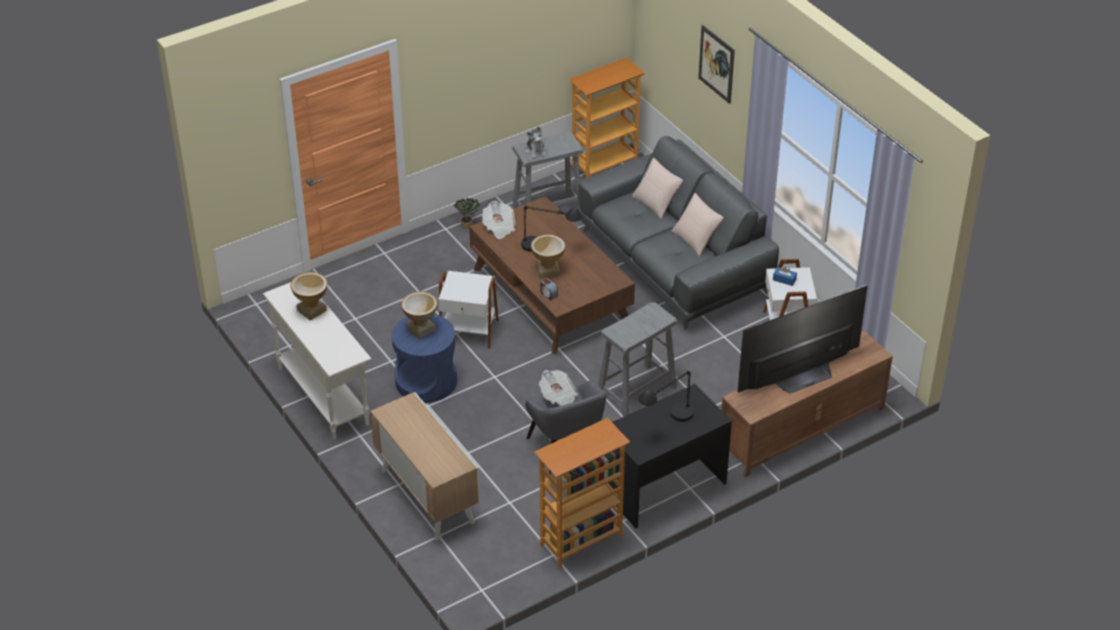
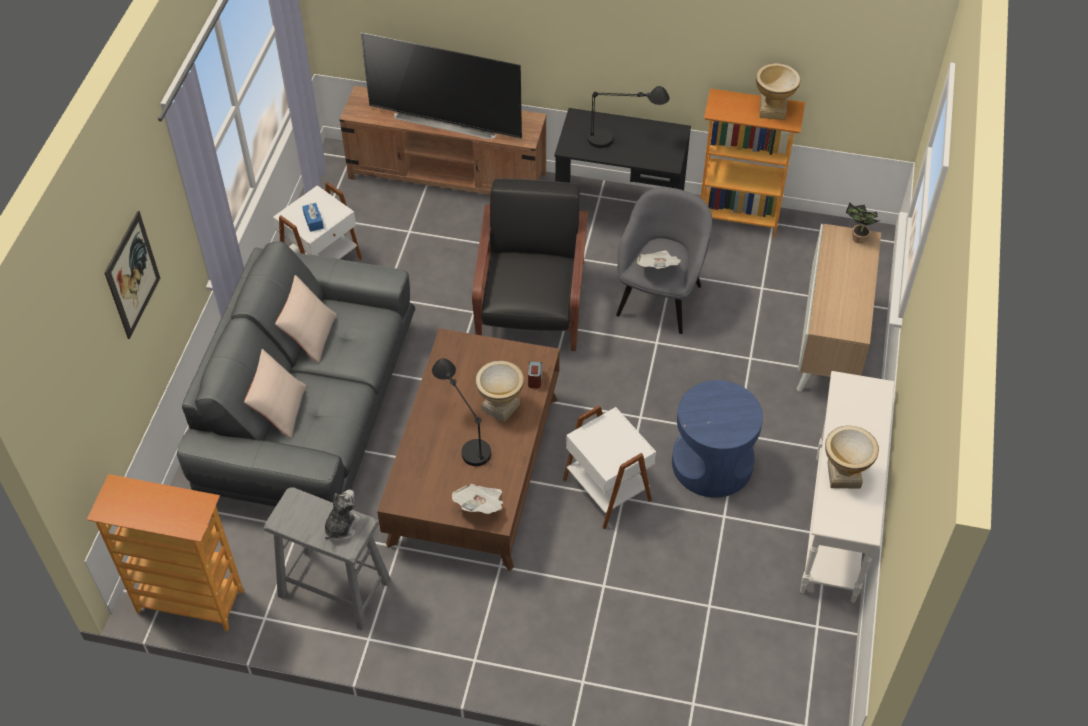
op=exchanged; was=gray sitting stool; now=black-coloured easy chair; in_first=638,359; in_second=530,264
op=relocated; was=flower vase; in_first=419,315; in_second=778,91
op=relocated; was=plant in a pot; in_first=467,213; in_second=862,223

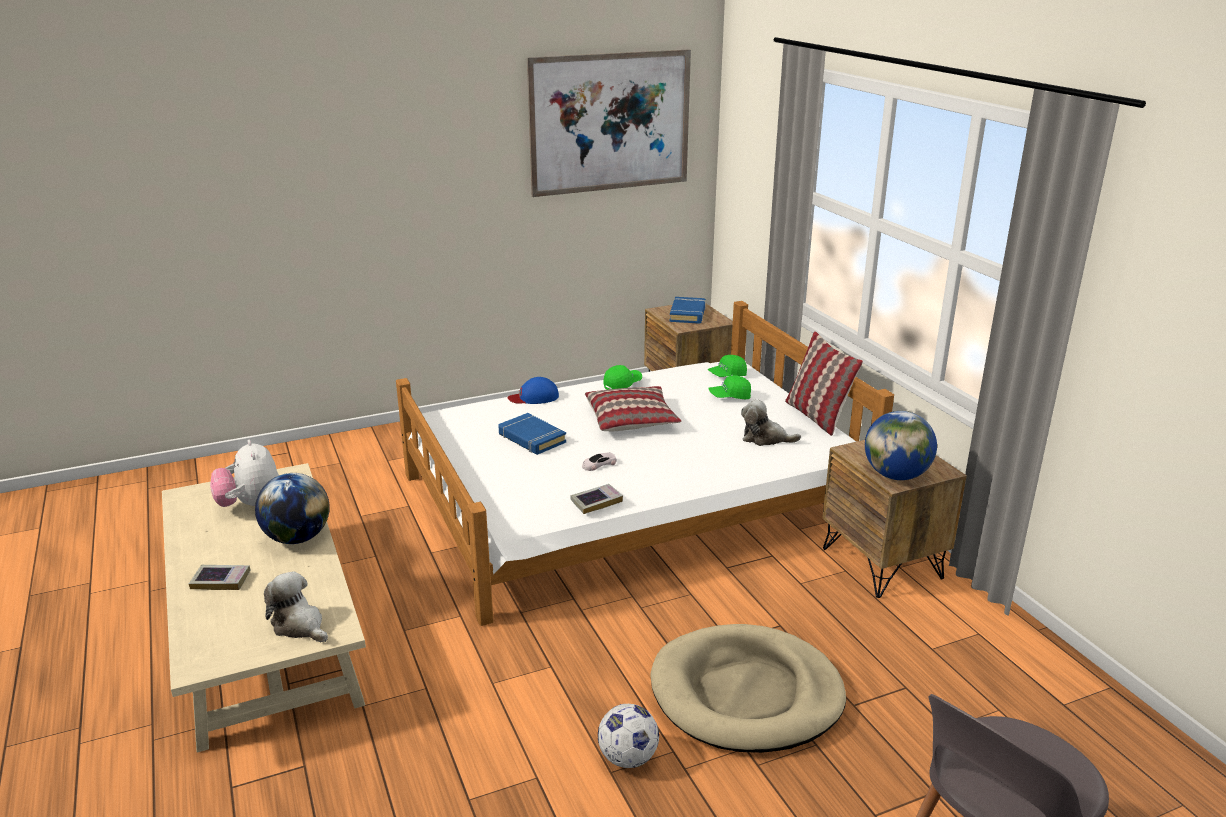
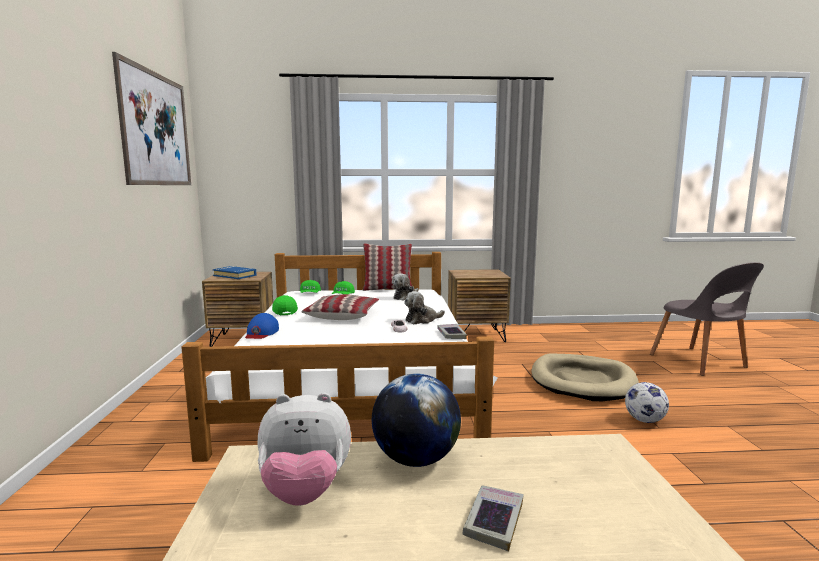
op=relocated; was=soft toy; in_first=296,606; in_second=424,307
op=missing; was=blue book; in_first=532,434
op=missing; was=desk globe; in_first=901,445

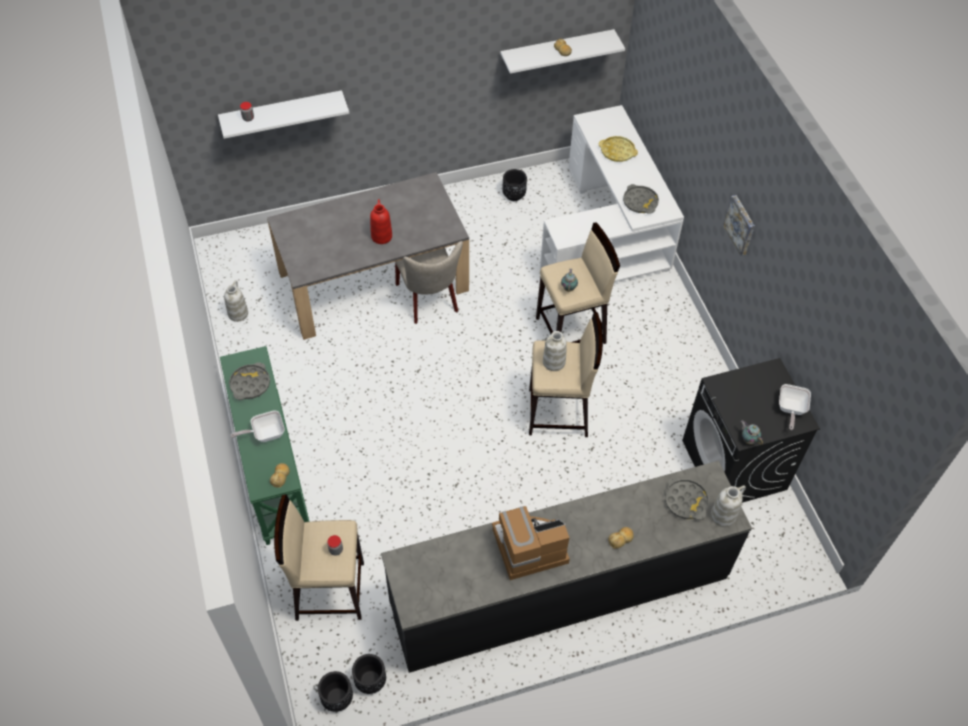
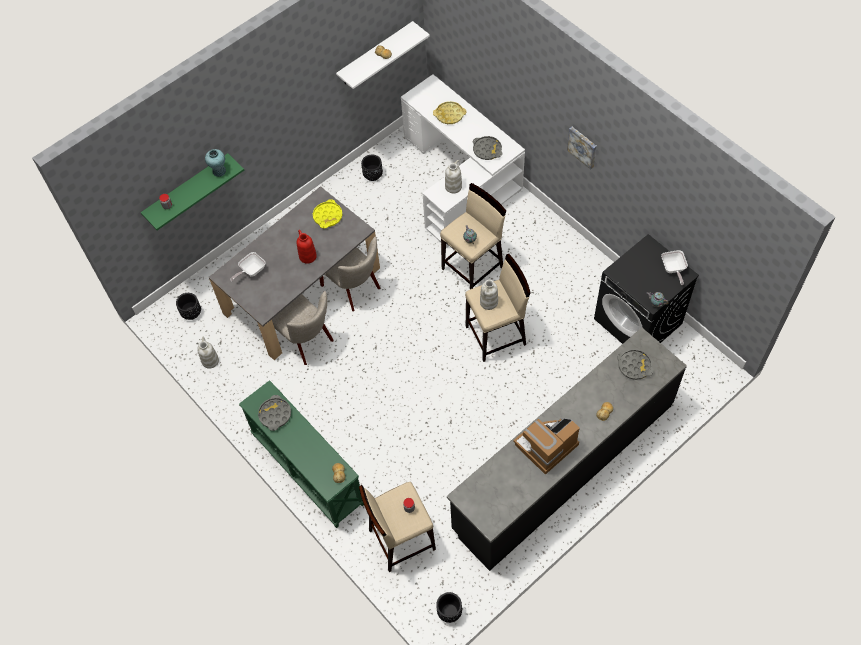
op=colour; was=whitish bracket shelf; now=green bracket shelf; in_first=283,114; in_second=192,191
op=relocated; was=black-coloured flower pot; in_first=369,674; in_second=188,306
op=appeared; now=blue-green flower vase; in_second=215,163
op=relocated; was=pan; in_first=258,426; in_second=248,266
op=appeared; now=beige-coloured upright chair; in_second=302,328
op=appeared; now=yellow-coloured serving tray; in_second=328,213
op=relocated; was=whitish flower vase; in_first=728,506; in_second=453,177

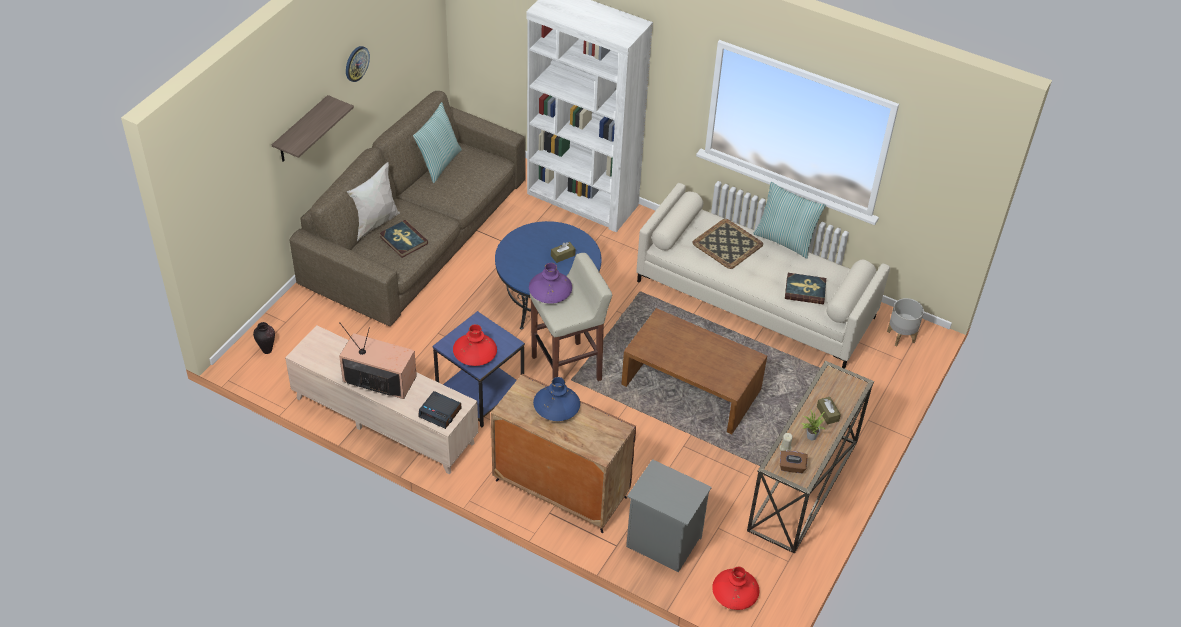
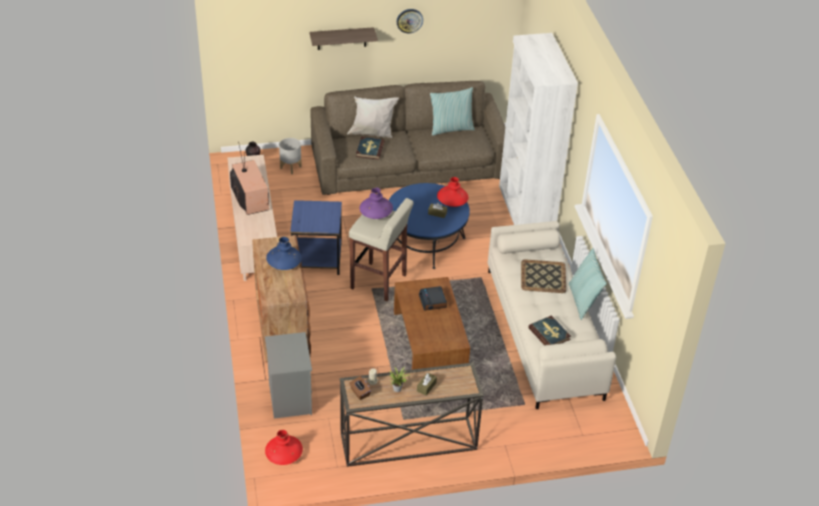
op=relocated; was=gray flower pot; in_first=905,322; in_second=290,156
op=relocated; was=bedside clock; in_first=439,410; in_second=433,298
op=relocated; was=red flower vase; in_first=475,345; in_second=453,192

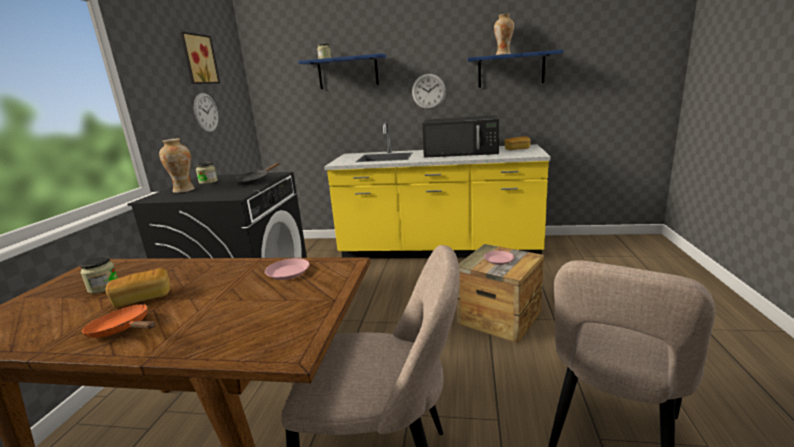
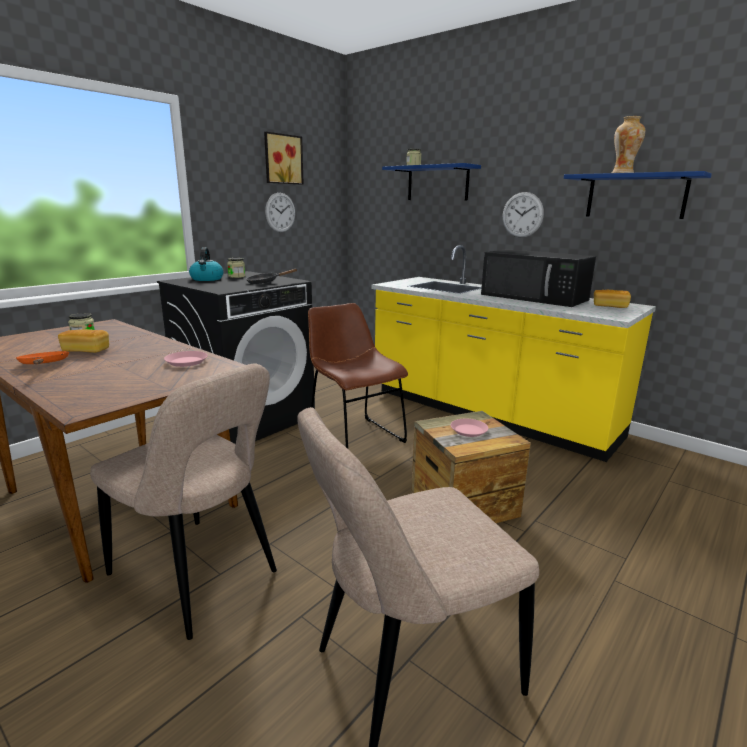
op=exchanged; was=flower vase; now=tea kettle; in_first=177,165; in_second=206,264
op=appeared; now=brownish upright chair; in_second=358,376

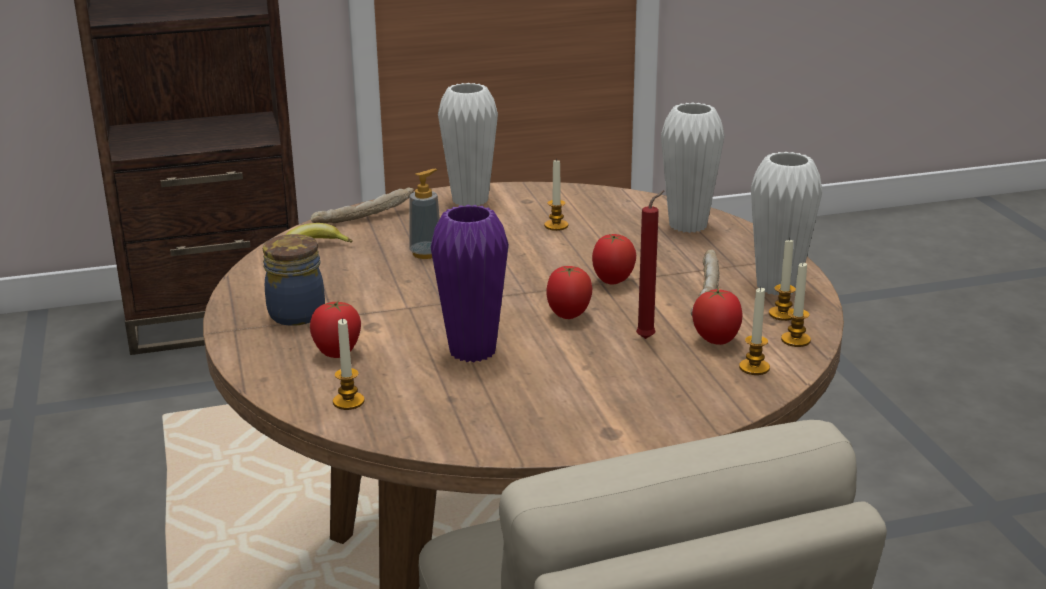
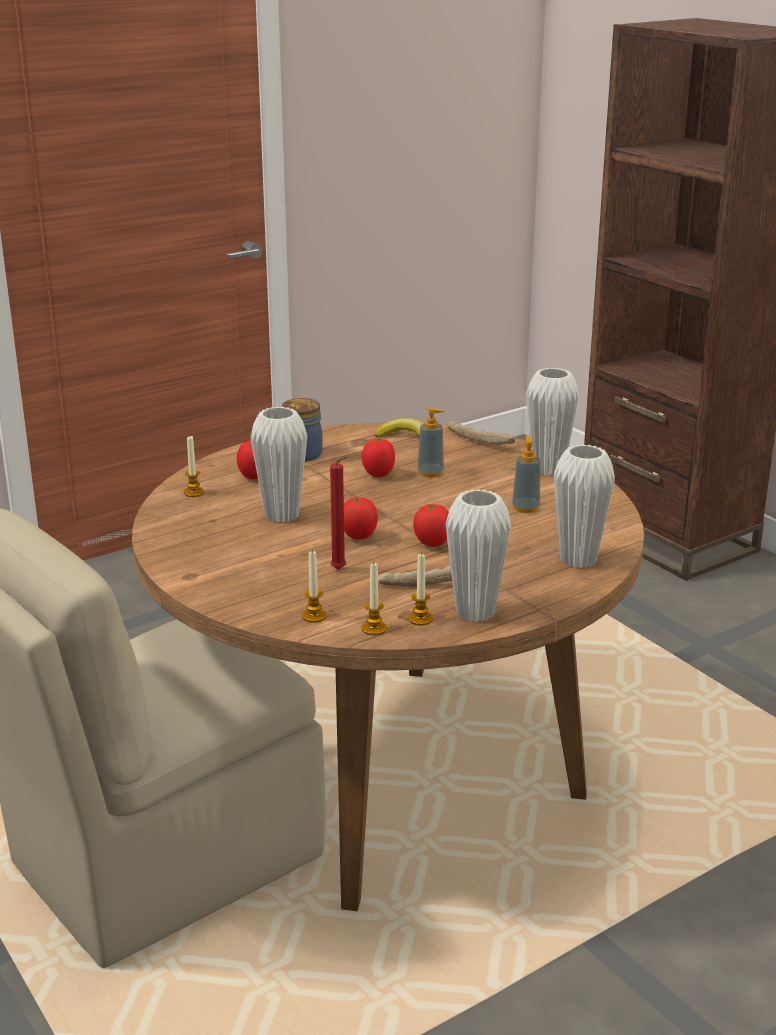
op=colour; was=purplish flower vase; now=whitish flower vase; in_first=470,283; in_second=278,465
op=relocated; was=fresh tomato; in_first=717,316; in_second=378,457
op=exchanged; was=wax candle; now=soap dispenser; in_first=556,194; in_second=526,474

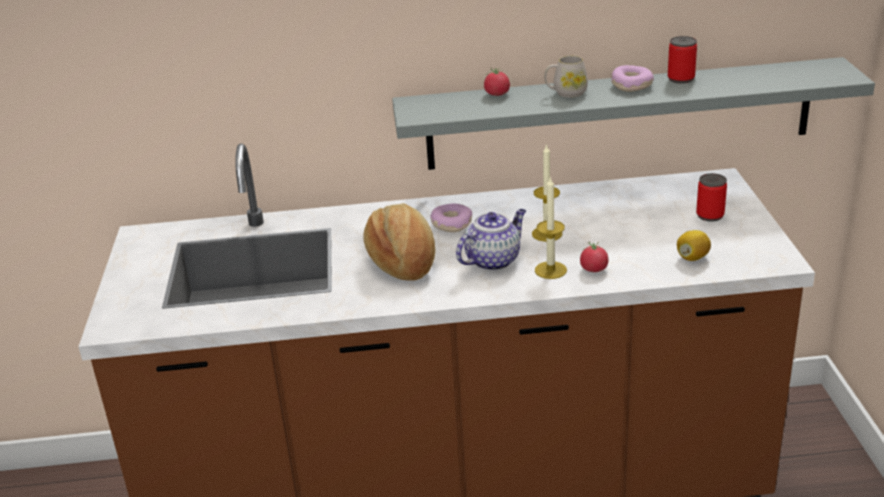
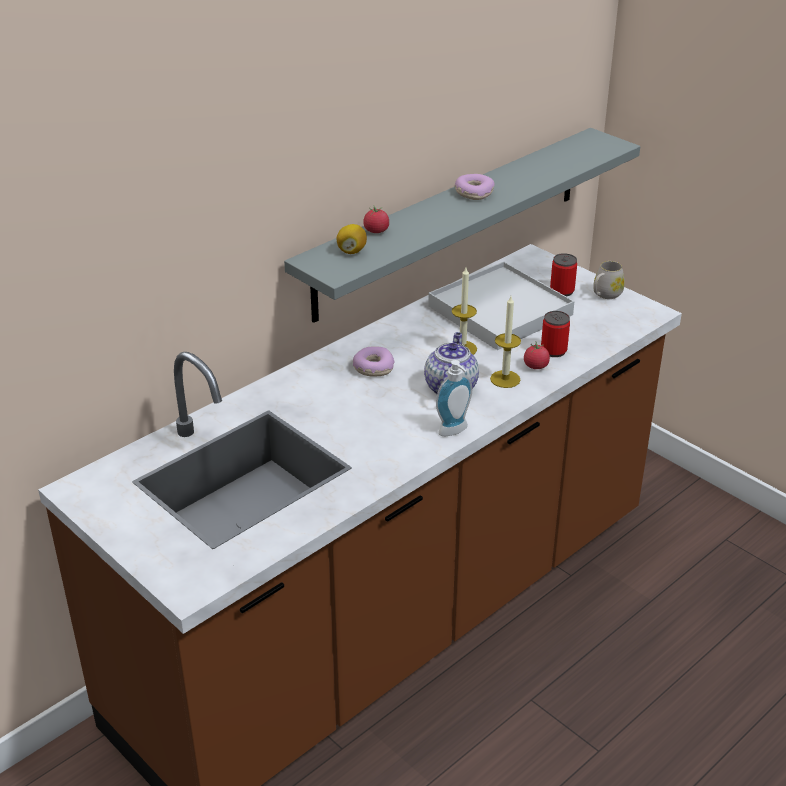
op=relocated; was=lemon; in_first=694,245; in_second=351,239
op=appeared; now=whitish serving tray; in_second=501,306
op=appeared; now=soap dispenser; in_second=454,398
op=relocated; was=metal can; in_first=682,60; in_second=555,334
op=relocated; was=whitish tea mug; in_first=566,77; in_second=609,280
op=missing; was=bread; in_first=399,241

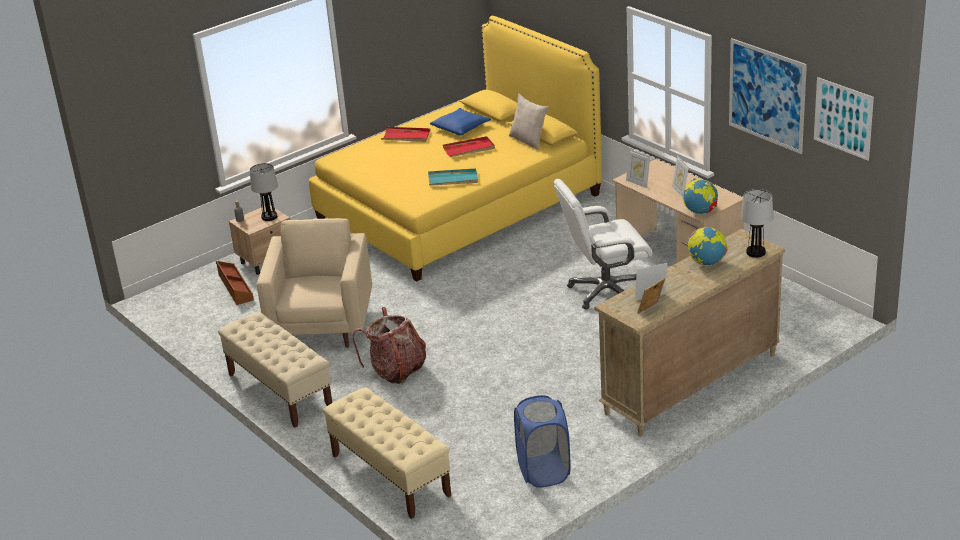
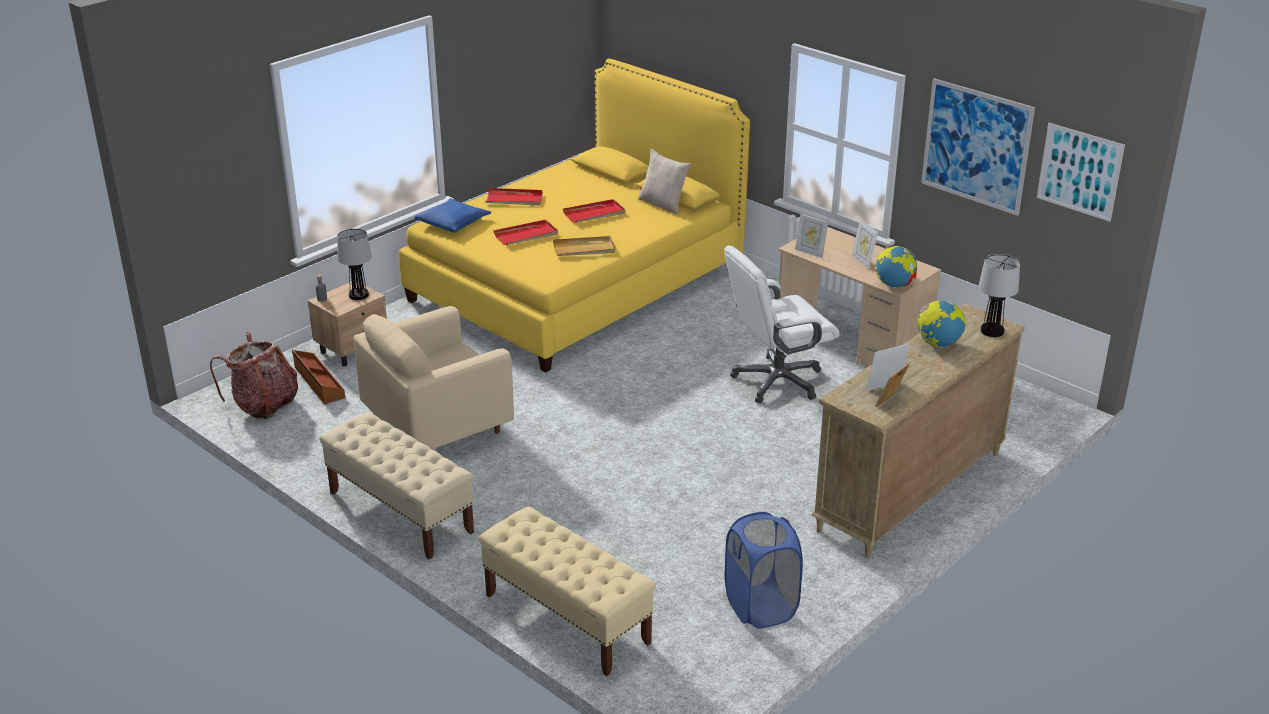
op=relocated; was=rucksack; in_first=389,345; in_second=254,375
op=spun; was=beige-coloured easy chair; in_first=314,283; in_second=433,377; clockwise=-120
op=relocated; was=blue pillow; in_first=460,122; in_second=453,215
op=appeared; now=red serving tray; in_second=525,232
op=colour; was=blue-green serving tray; now=beige-coloured serving tray; in_first=453,177; in_second=584,246

